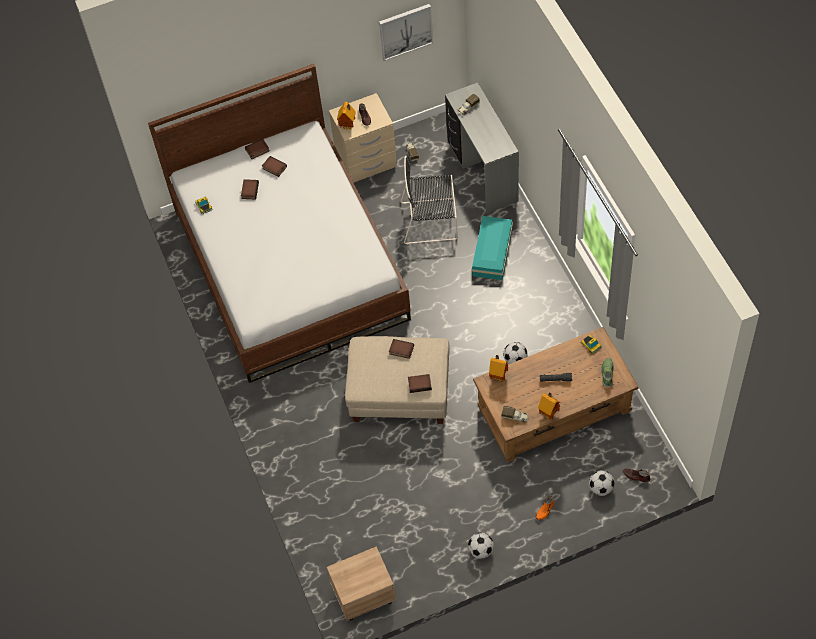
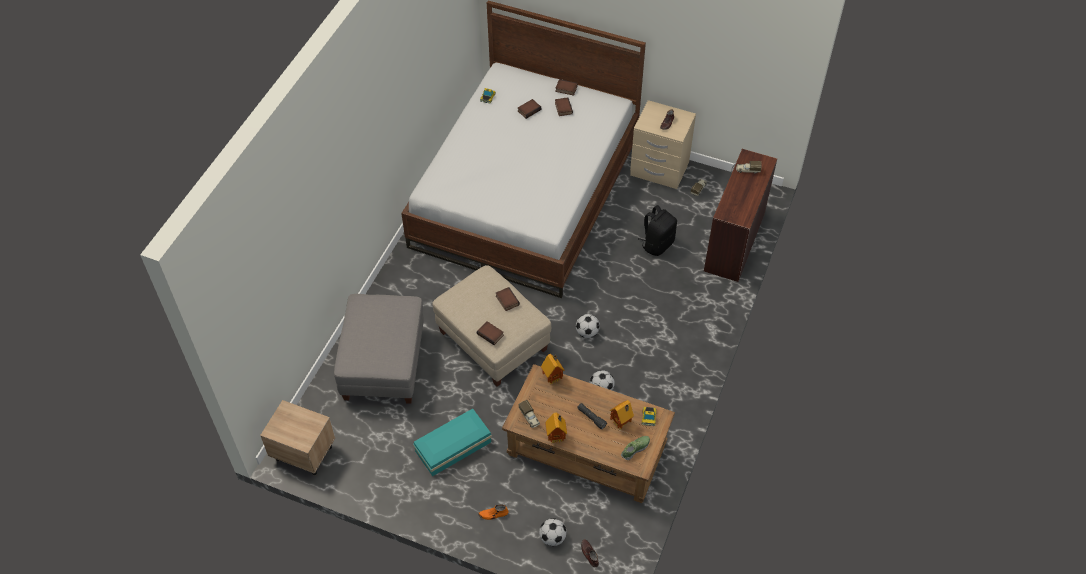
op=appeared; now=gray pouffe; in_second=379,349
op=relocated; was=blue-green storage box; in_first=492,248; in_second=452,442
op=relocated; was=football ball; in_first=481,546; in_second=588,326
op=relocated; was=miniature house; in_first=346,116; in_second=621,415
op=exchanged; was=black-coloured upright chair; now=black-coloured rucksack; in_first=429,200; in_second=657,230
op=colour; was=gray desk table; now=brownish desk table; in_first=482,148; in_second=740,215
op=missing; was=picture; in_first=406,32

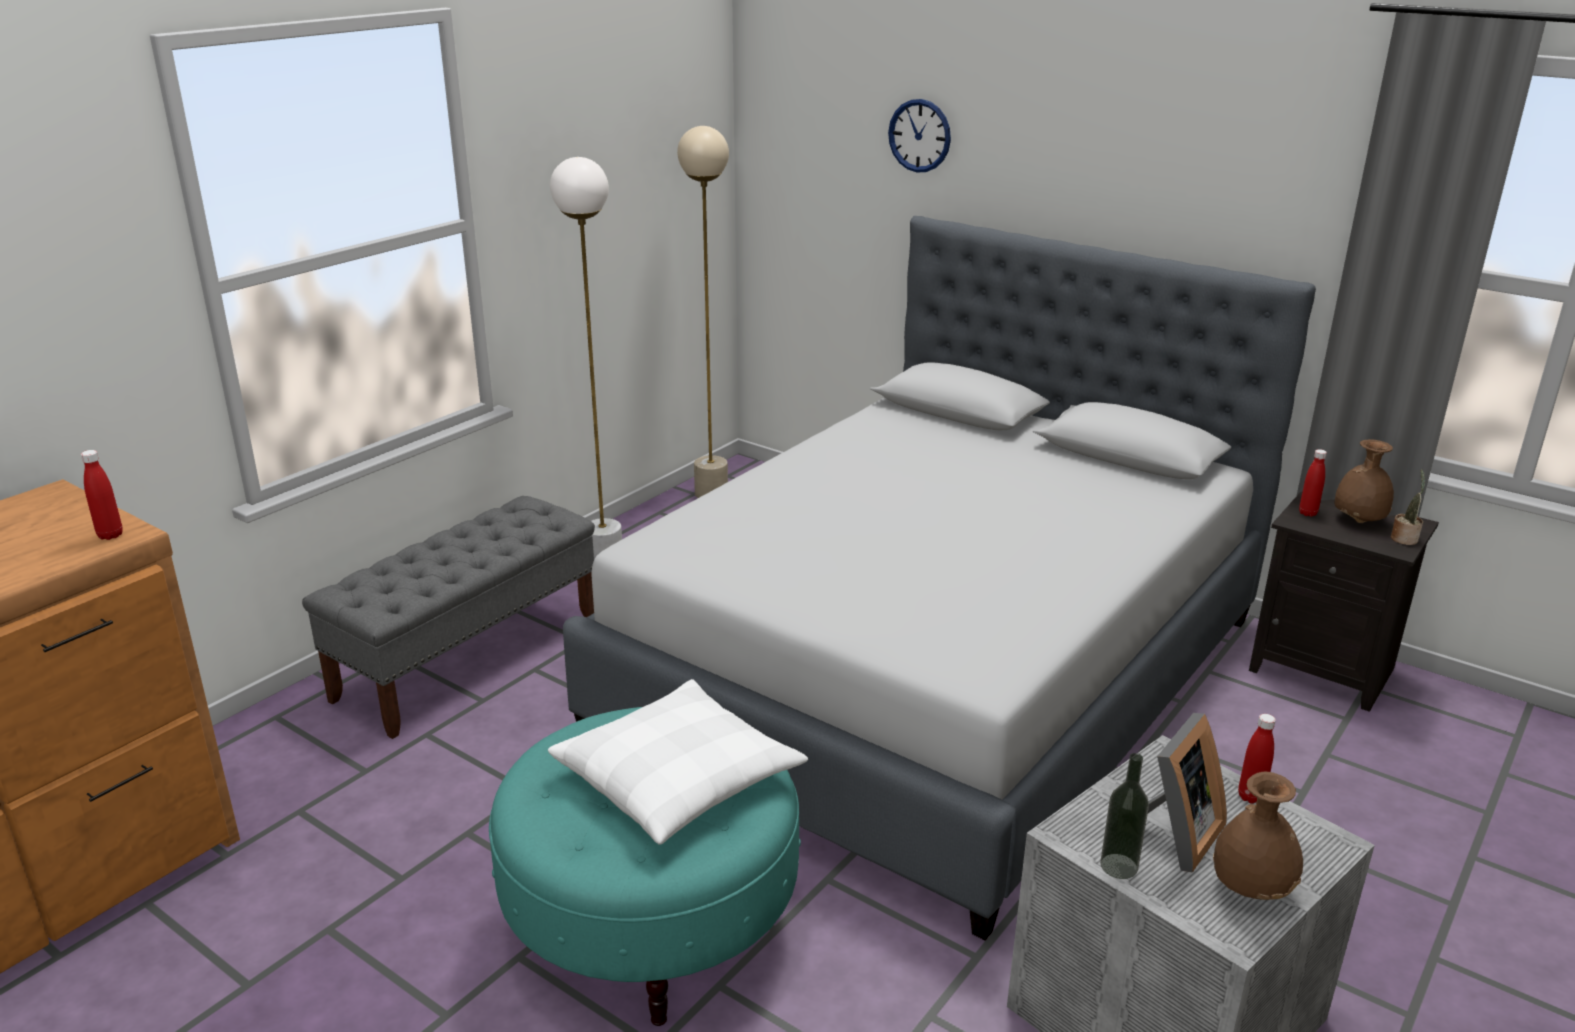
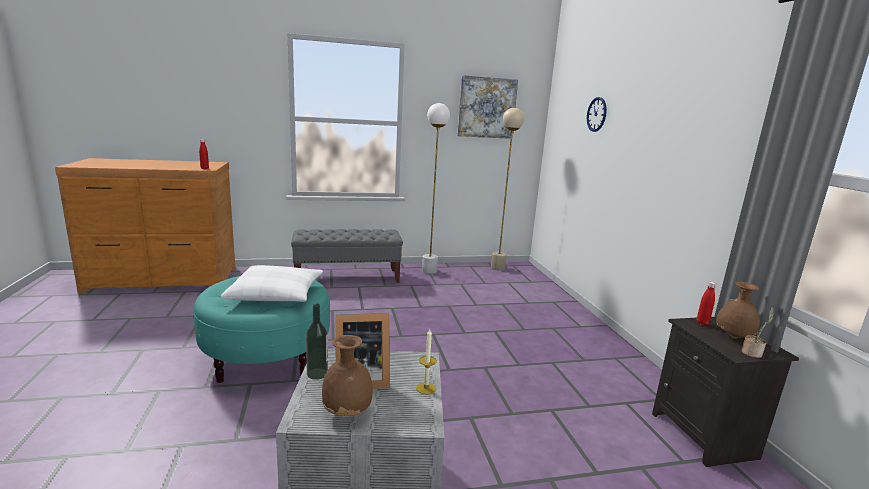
op=exchanged; was=red beverage bottle; now=wax candle; in_first=1257,759; in_second=426,361
op=appeared; now=picture; in_second=487,107
op=missing; was=gray bedroom bed; in_first=939,578

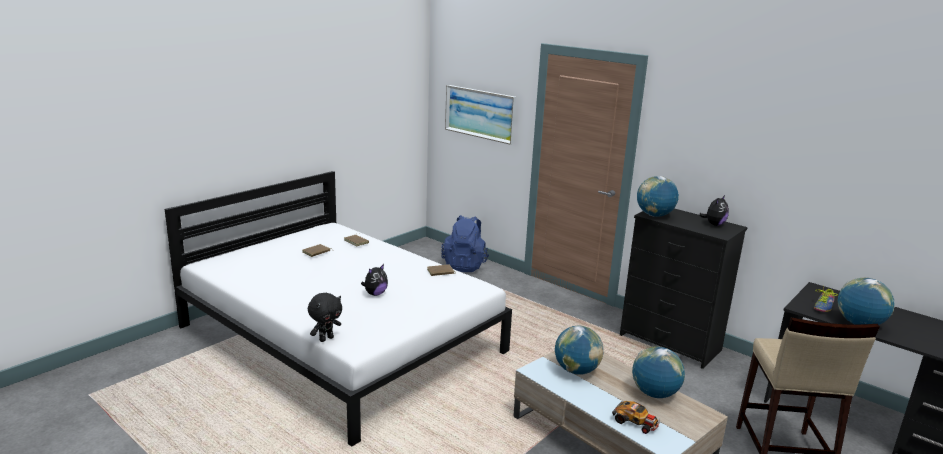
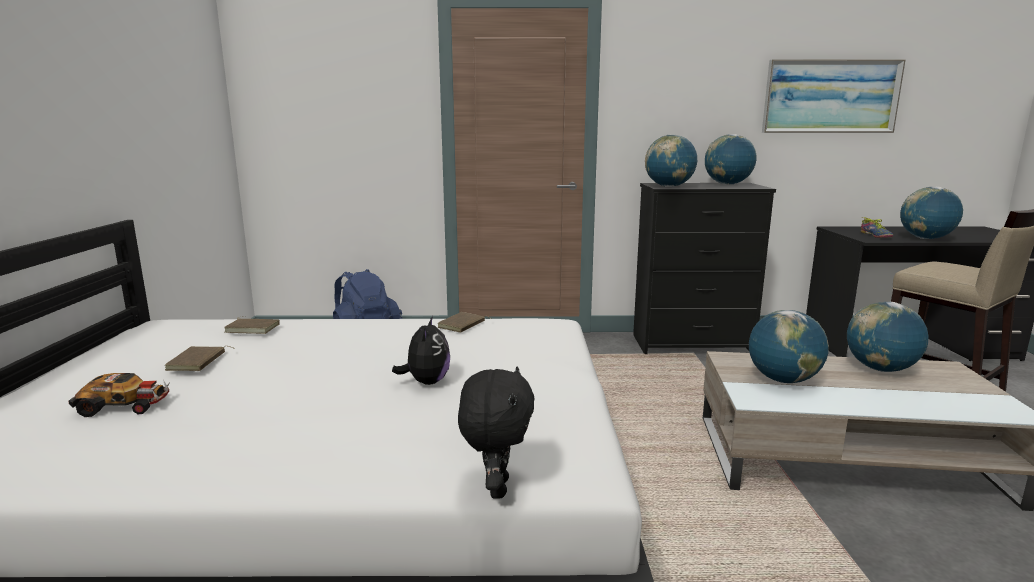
op=relocated; was=toy car; in_first=636,417; in_second=120,395
op=exchanged; was=soft toy; now=desk globe; in_first=714,210; in_second=730,159
op=relocated; was=picture; in_first=480,115; in_second=834,96

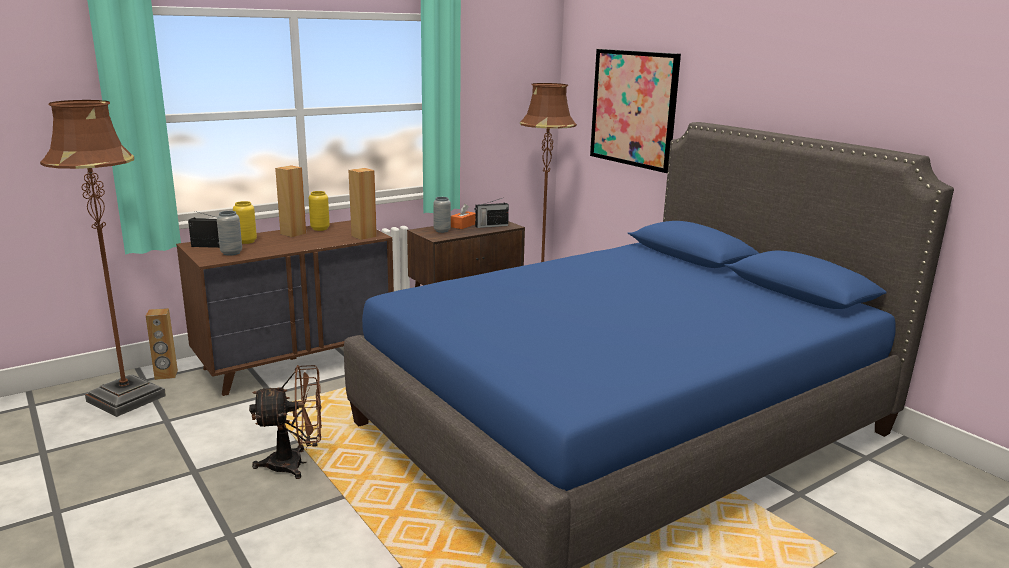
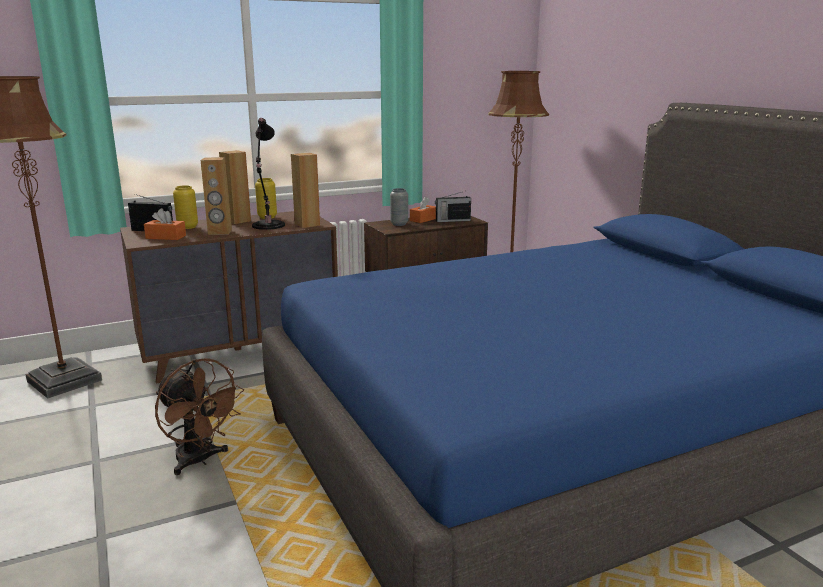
op=exchanged; was=gray flower vase; now=orangey tissue box; in_first=229,233; in_second=165,224
op=spun; was=brownish fan; in_first=285,422; in_second=199,416; clockwise=45
op=relocated; was=brownish loudspeaker; in_first=162,344; in_second=216,196
op=appeared; now=black-coloured tabletop lamp; in_second=268,174
op=missing; was=picture; in_first=635,111

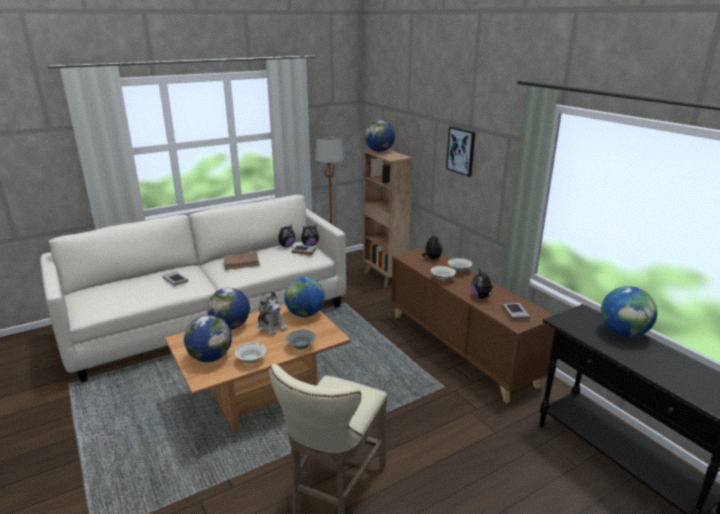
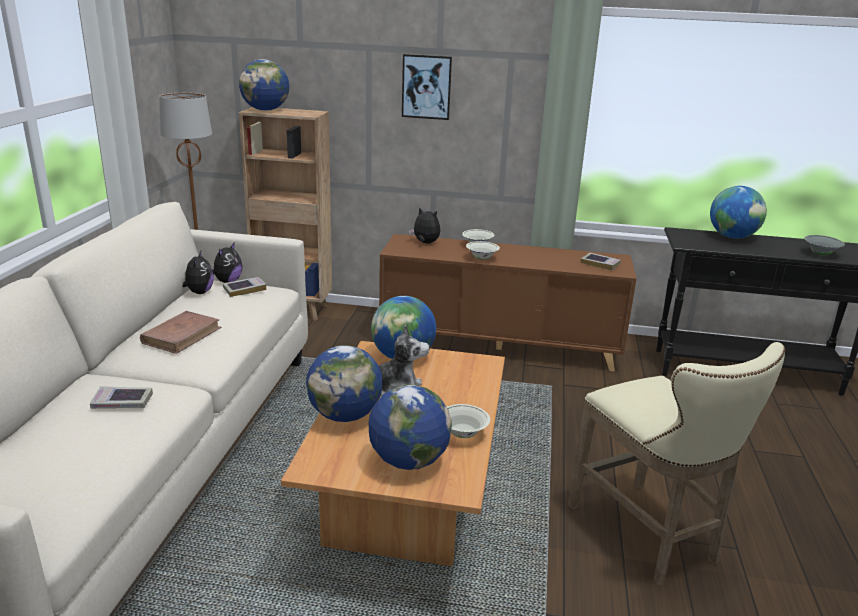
op=relocated; was=gray serving bowl; in_first=301,339; in_second=824,245
op=missing; was=soft toy; in_first=482,284

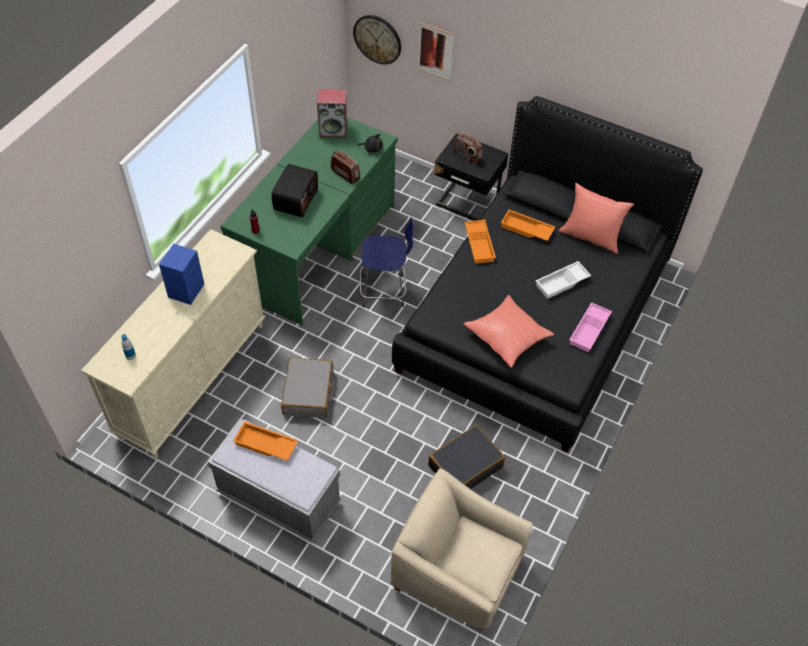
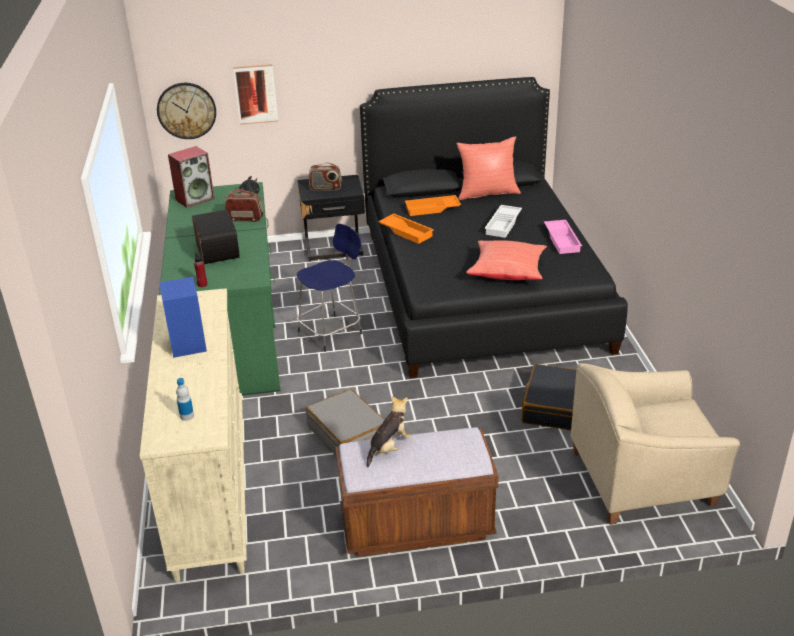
op=colour; was=gray bench; now=brownish bench; in_first=275,481; in_second=417,492
op=exchanged; was=orangey serving tray; now=soft toy; in_first=265,441; in_second=389,431

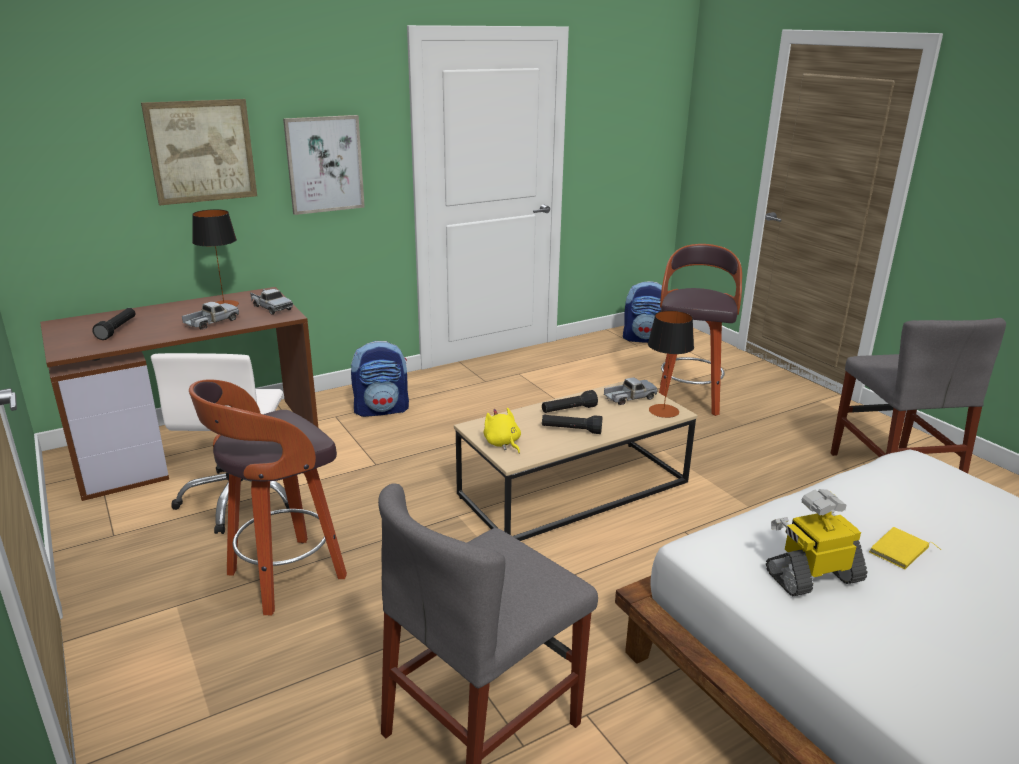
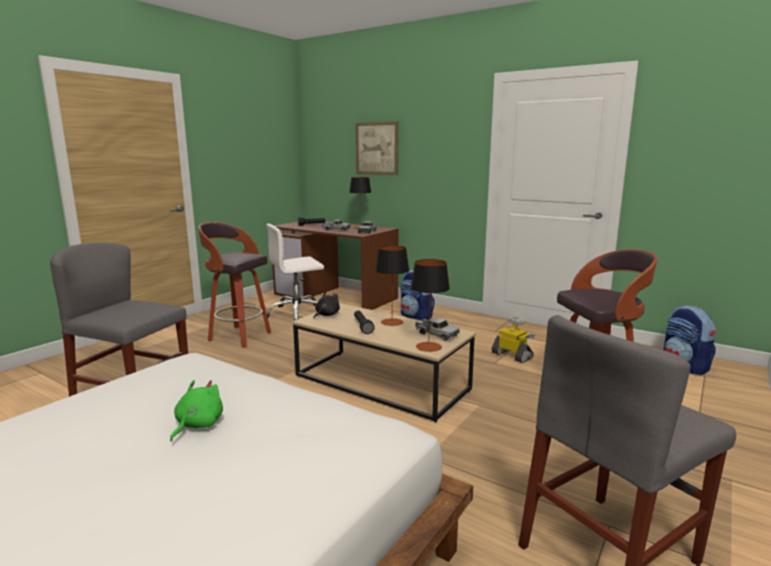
op=exchanged; was=yellow-coloured book; now=green soft toy; in_first=905,548; in_second=196,411
op=colour; was=yellow-coloured soft toy; now=black-coloured soft toy; in_first=502,431; in_second=326,305
op=exchanged; was=black-coloured torch; now=tabletop lamp; in_first=570,401; in_second=392,285
op=relocated; was=model robot; in_first=816,542; in_second=513,339
op=missing; was=picture; in_first=324,165

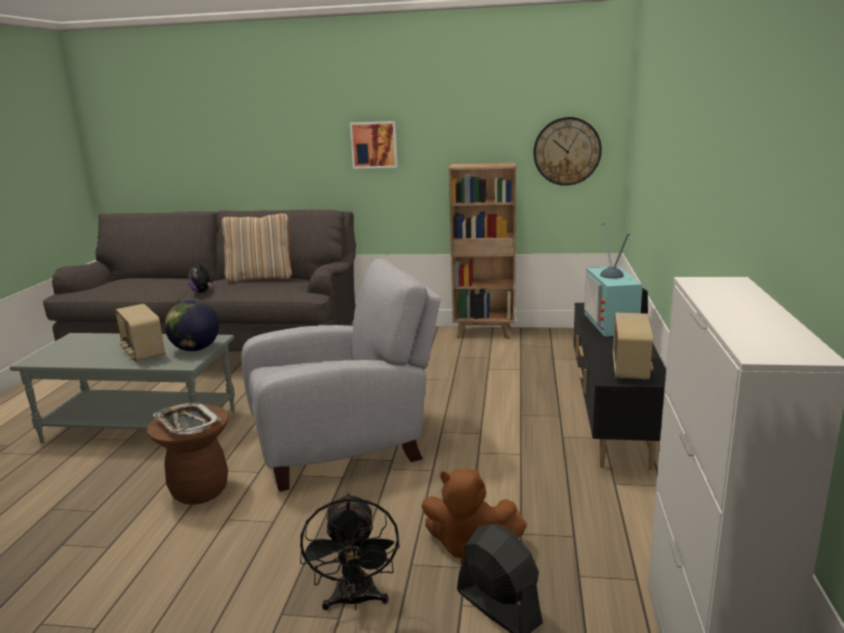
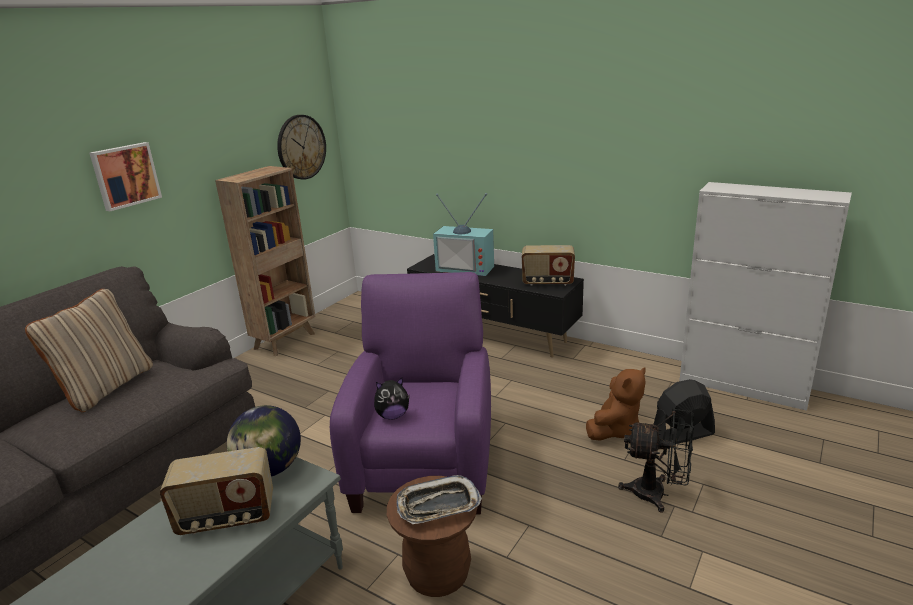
op=colour; was=gray easy chair; now=purplish easy chair; in_first=341,375; in_second=410,393
op=relocated; was=soft toy; in_first=200,277; in_second=392,399
op=spun; was=radio; in_first=633,346; in_second=548,265; clockwise=150

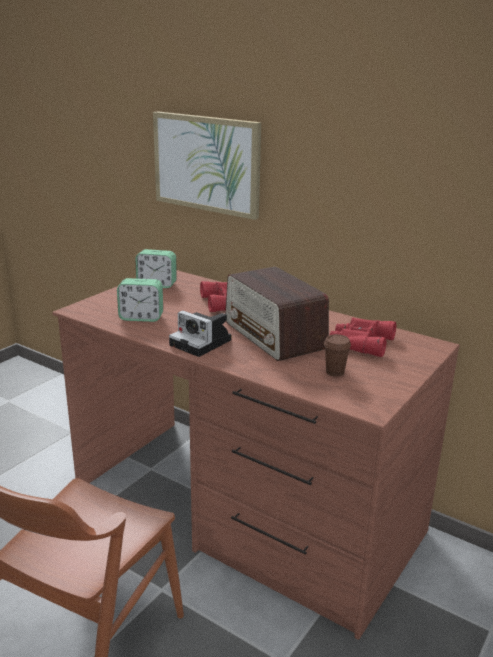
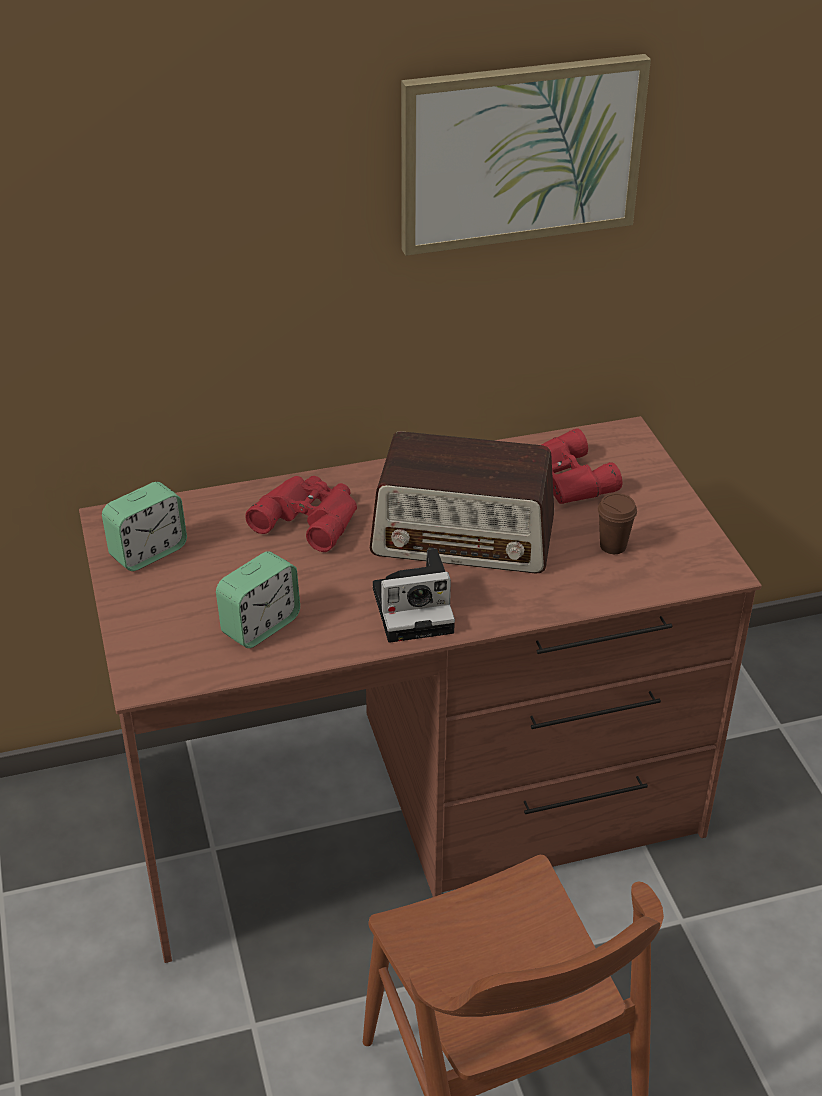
op=relocated; was=picture; in_first=207,165; in_second=526,155

